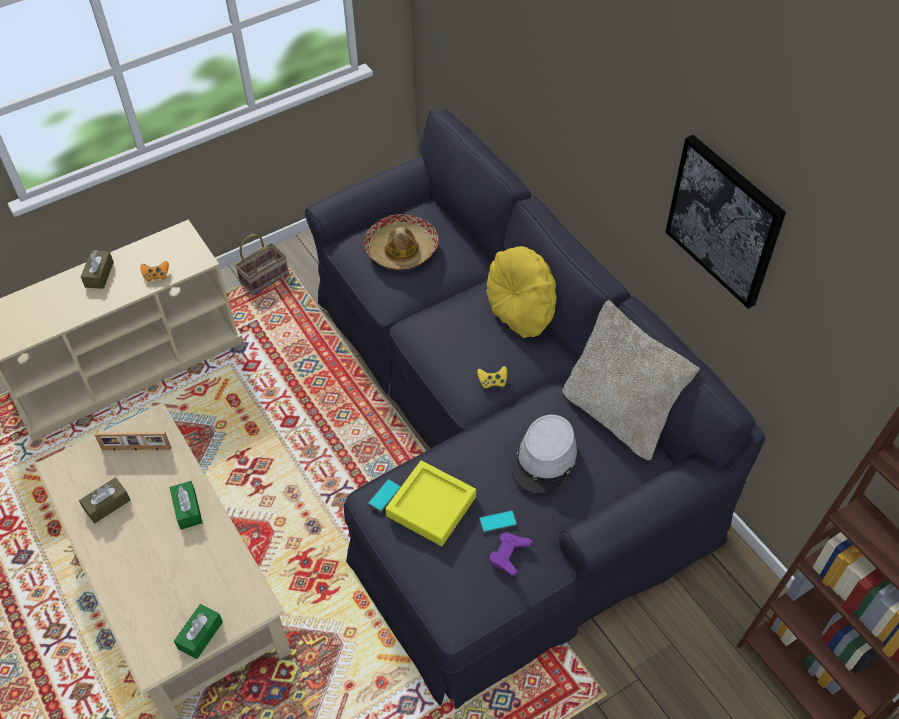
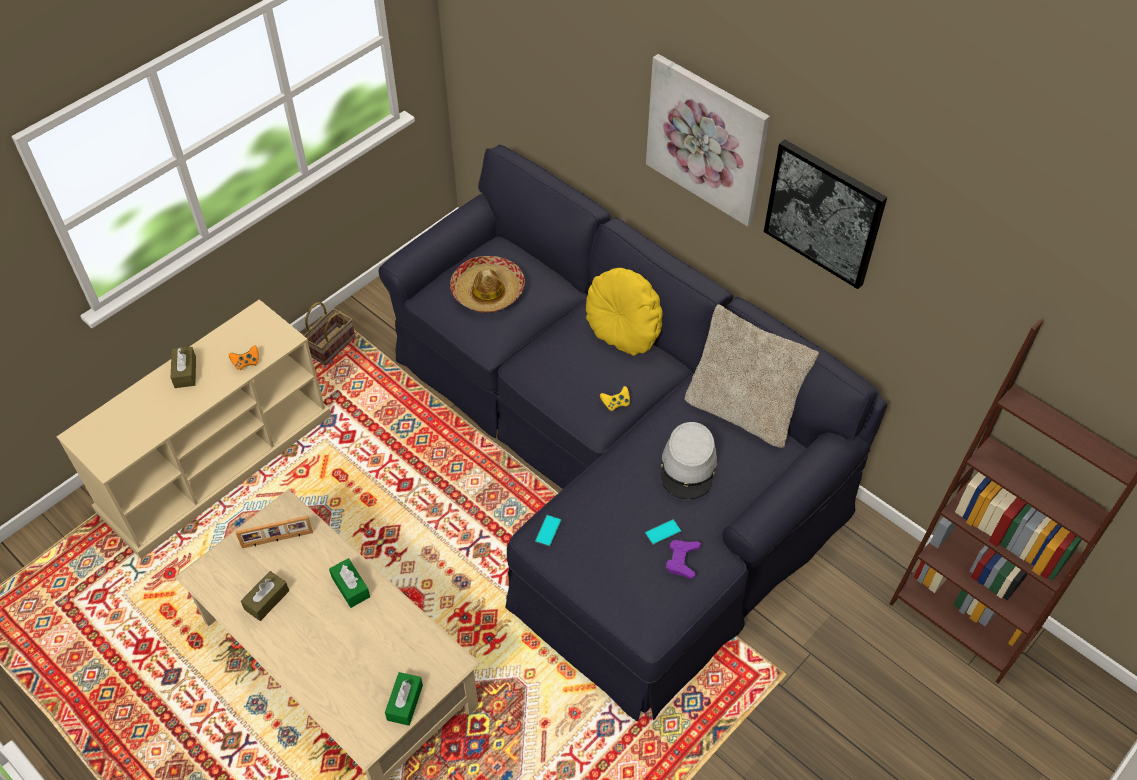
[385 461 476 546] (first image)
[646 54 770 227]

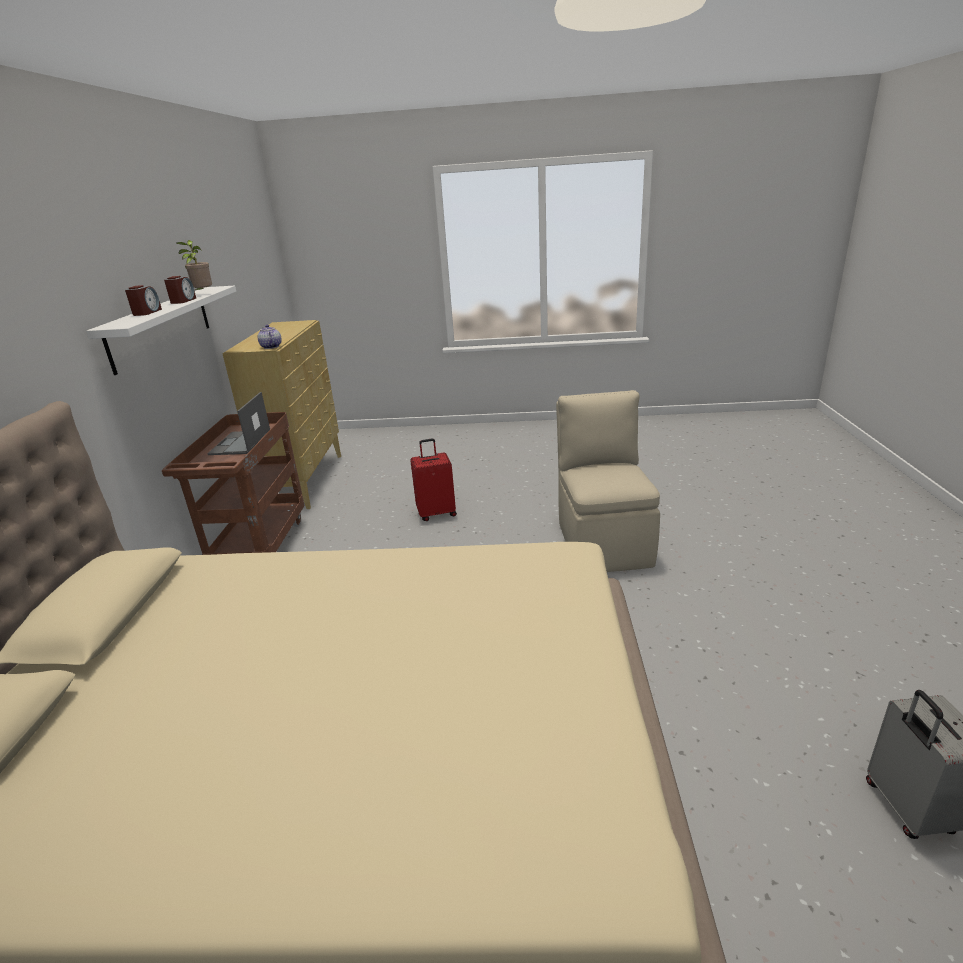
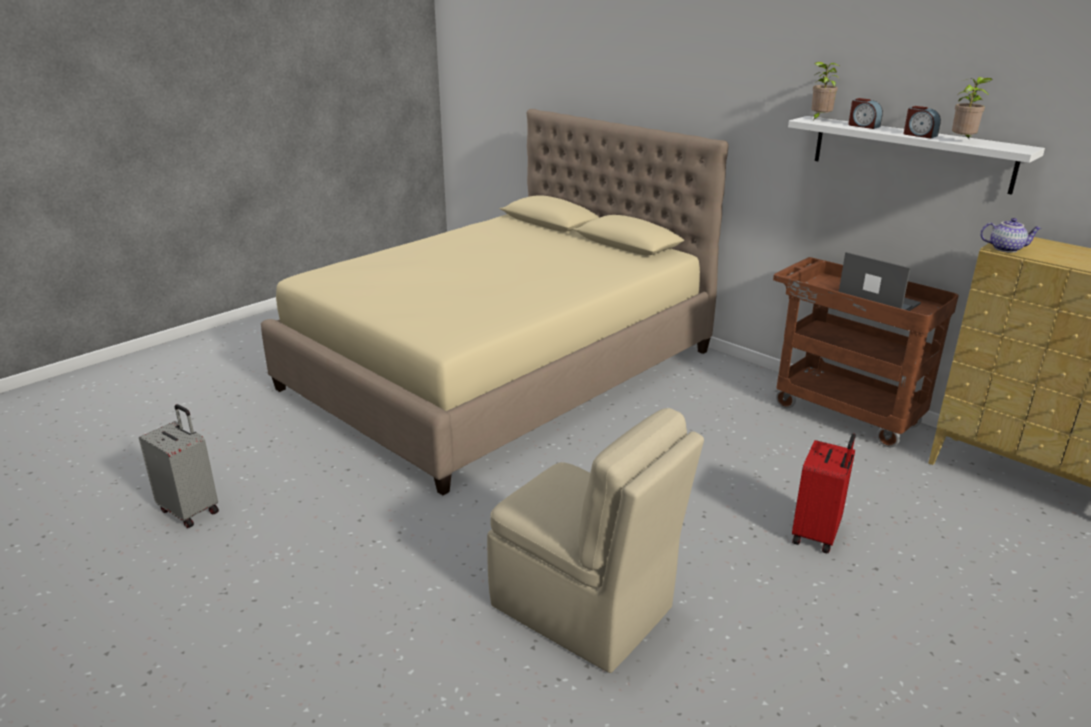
[811 62 841 120]

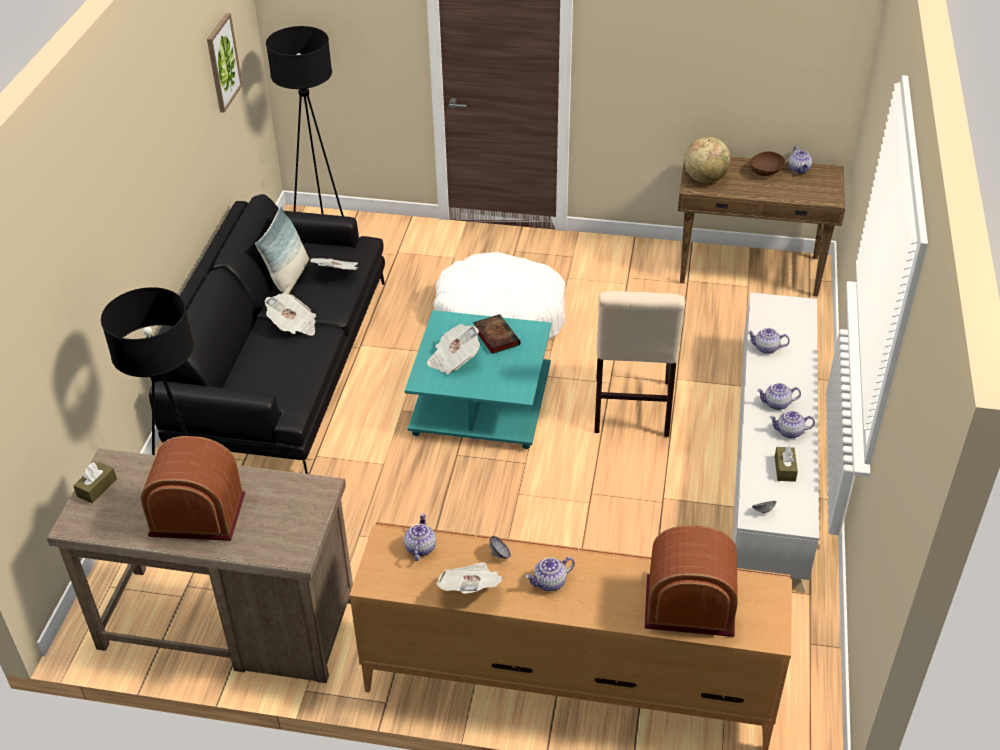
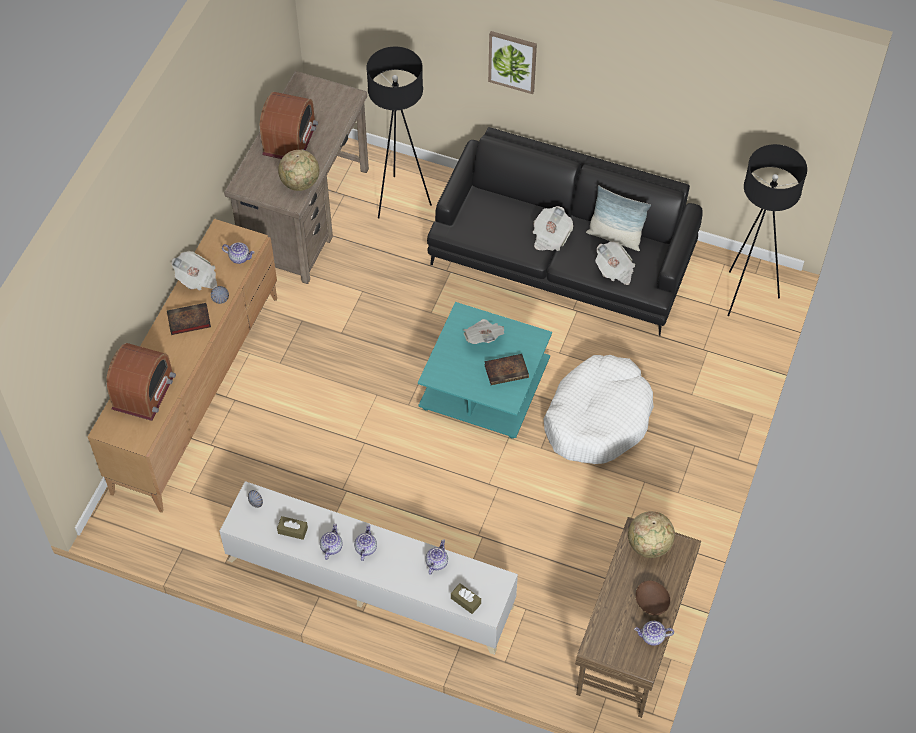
[451 583 481 614]
[488 31 537 94]
[167 303 211 335]
[594 291 685 437] (first image)
[278 150 319 191]

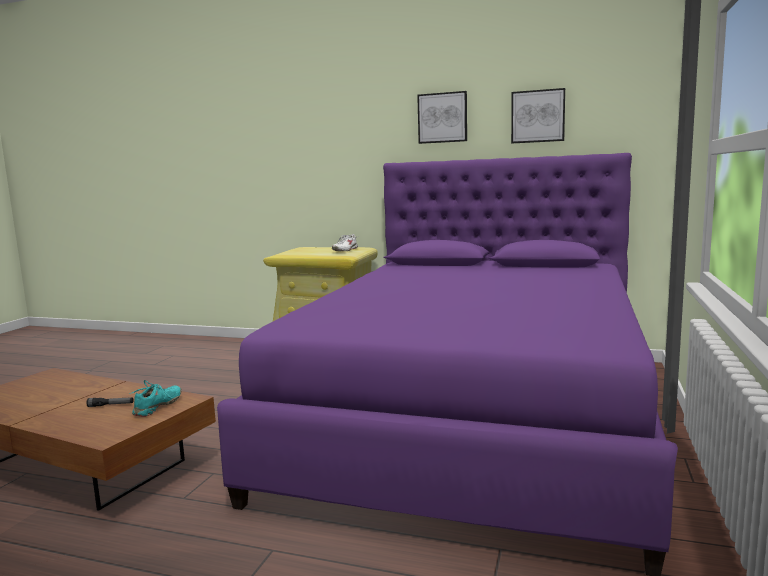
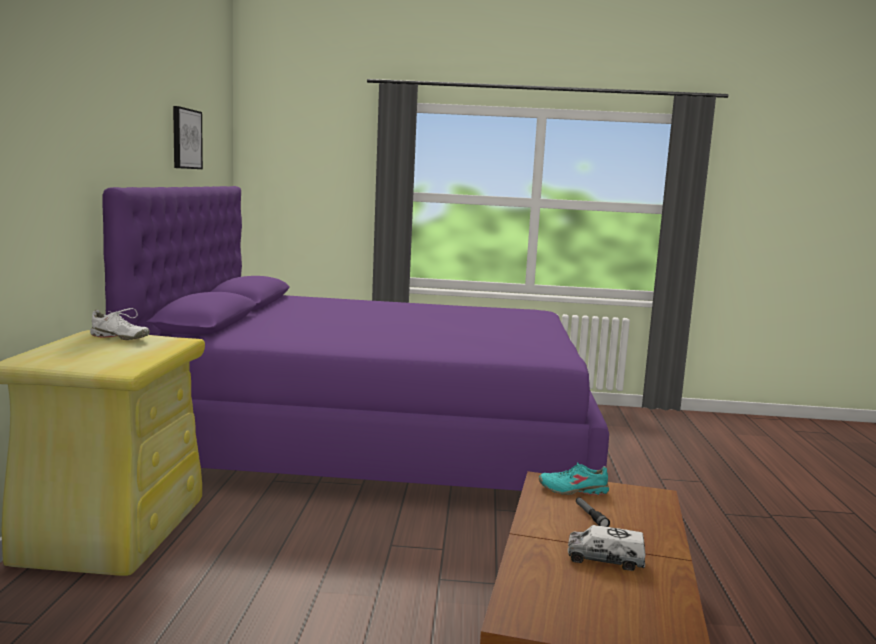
[417 91 467 144] (first image)
[568 525 646 571]

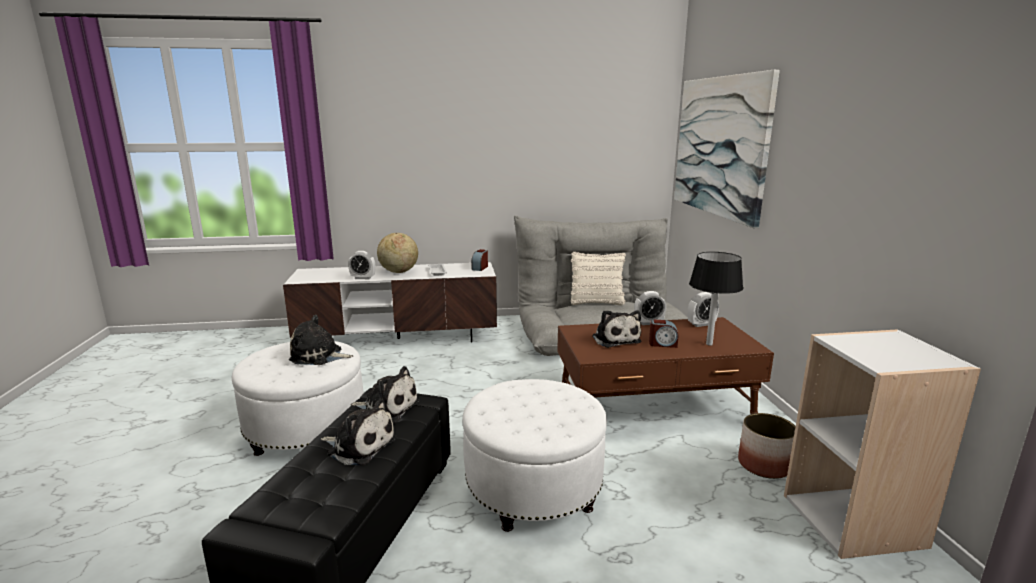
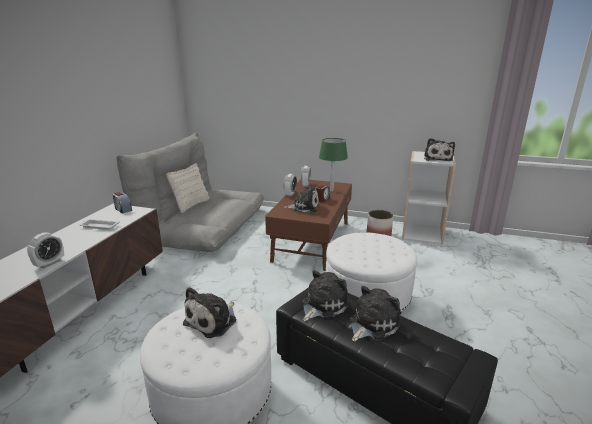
[377 233 418 273] (first image)
[674 70 780 228] (first image)
[319 138 348 192]
[424 138 455 161]

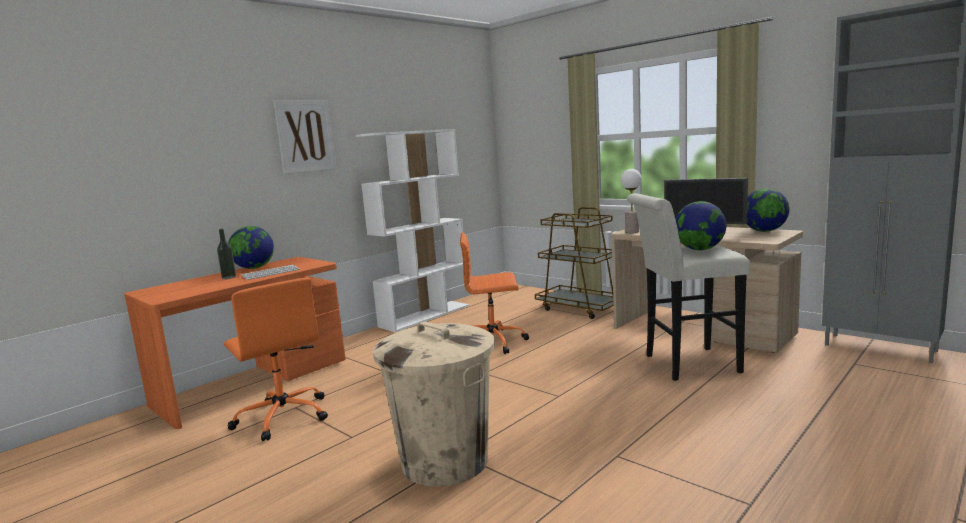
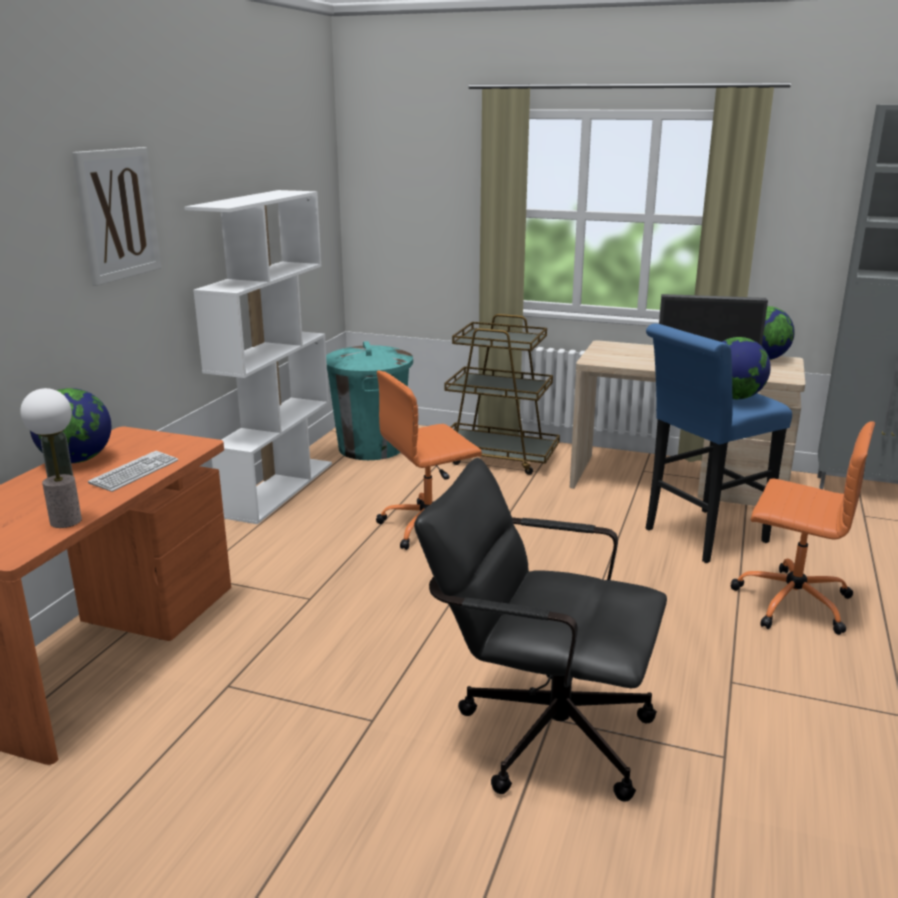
[731 421 875 635]
[414 458 667 801]
[20 388 82 528]
[645 324 792 563]
[326 341 413 460]

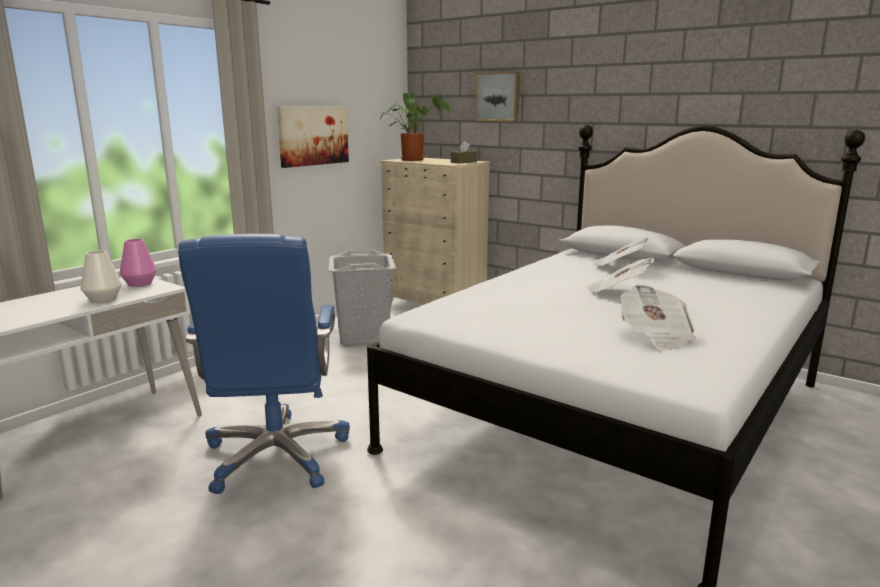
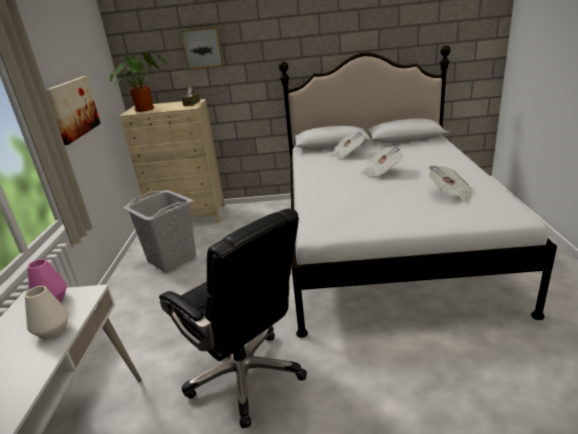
[159 209 307 428]

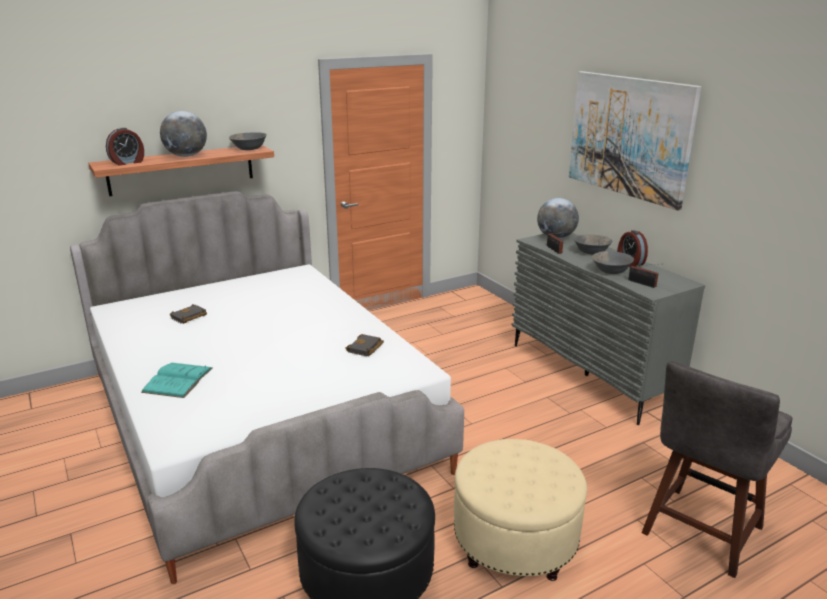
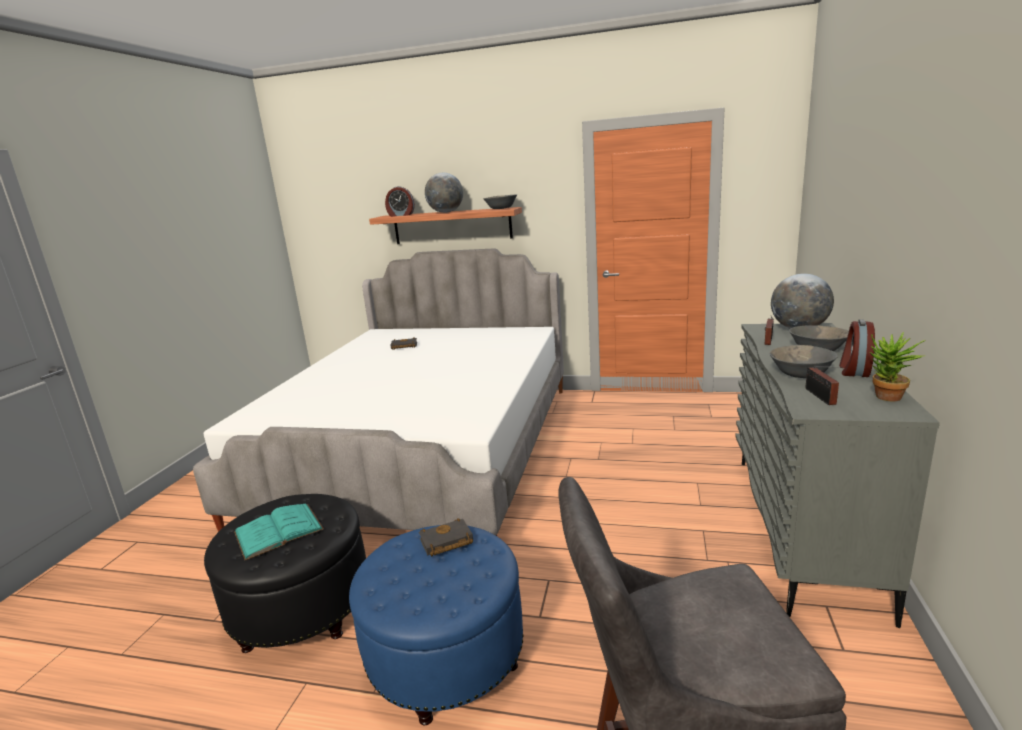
[234 504 324 560]
[419 518 473 557]
[349 525 524 725]
[569 71 701 211] (first image)
[870 332 926 401]

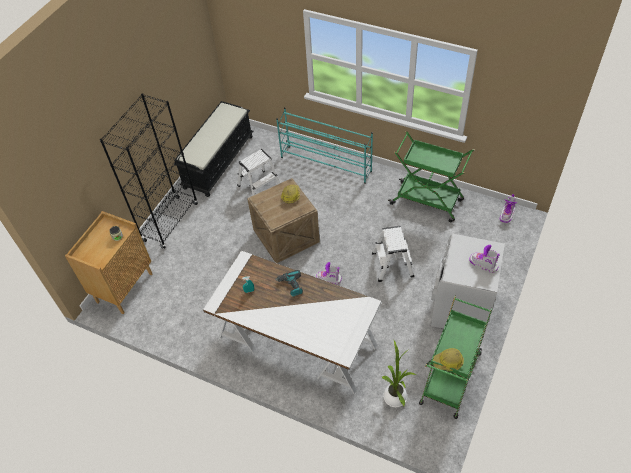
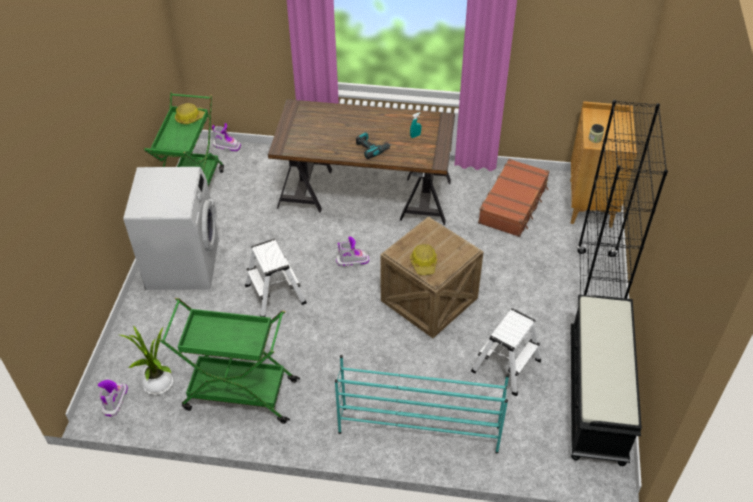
[268 99 455 225]
[120 326 173 395]
[212 123 241 152]
[478 159 549 237]

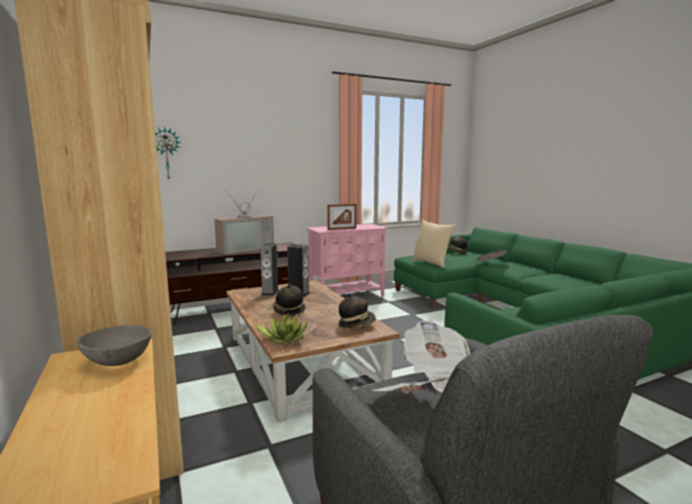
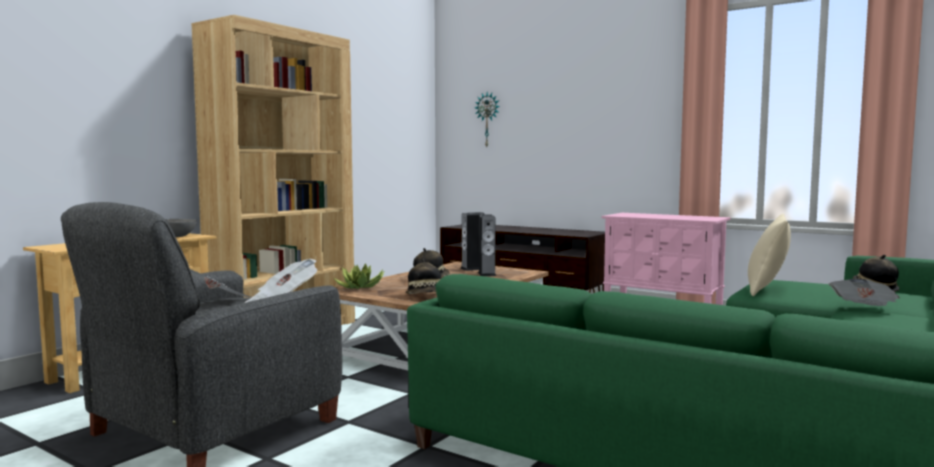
[214 189 274 255] (first image)
[327 204 356 230] (first image)

